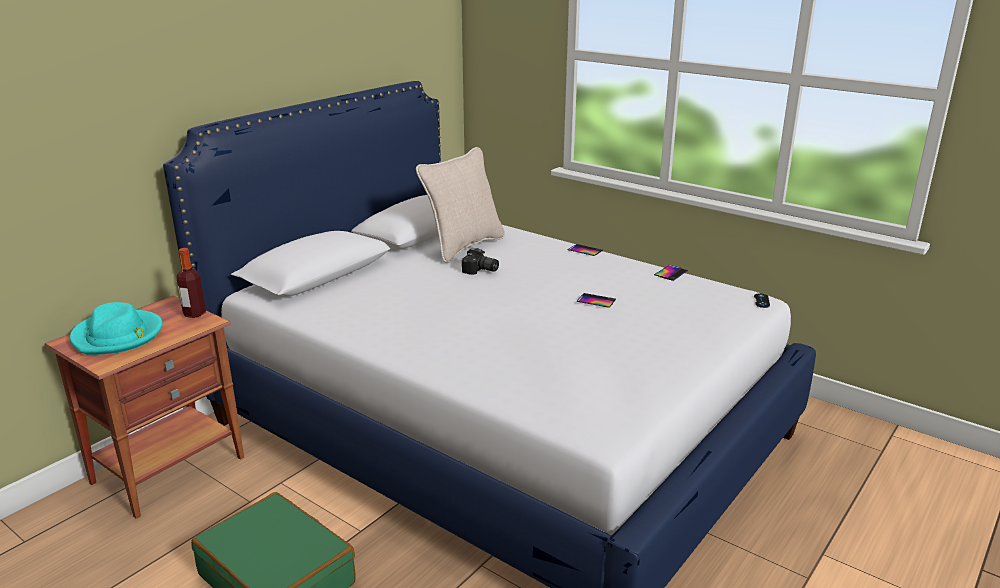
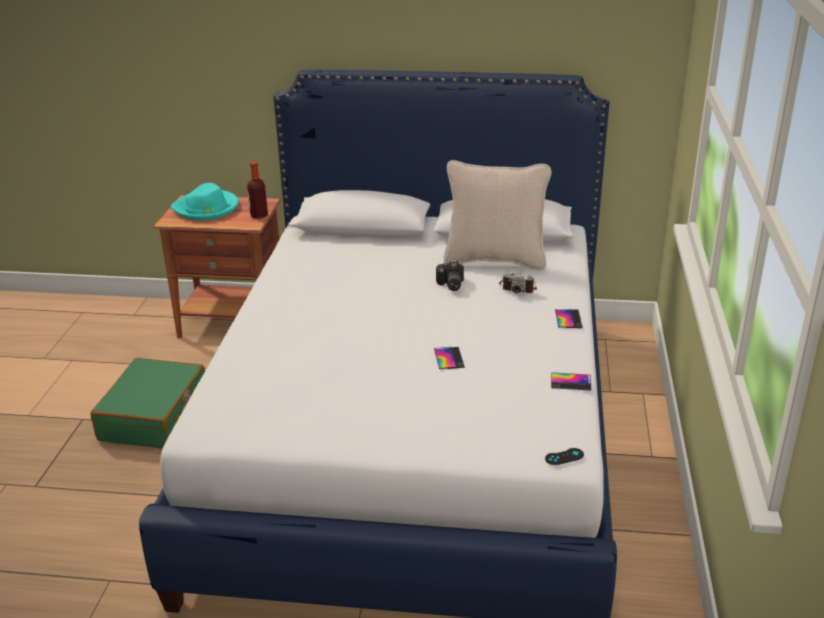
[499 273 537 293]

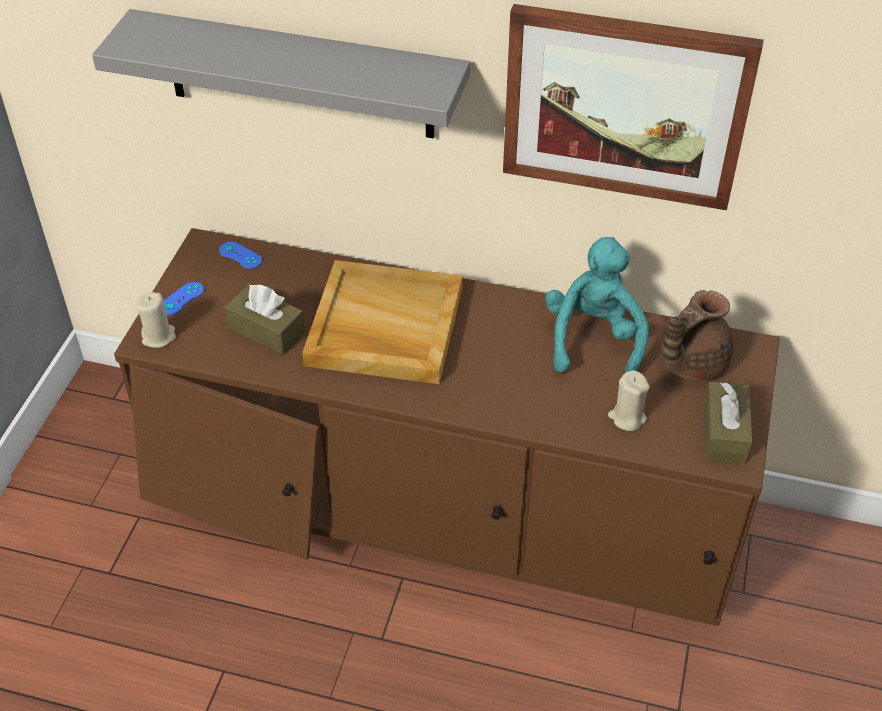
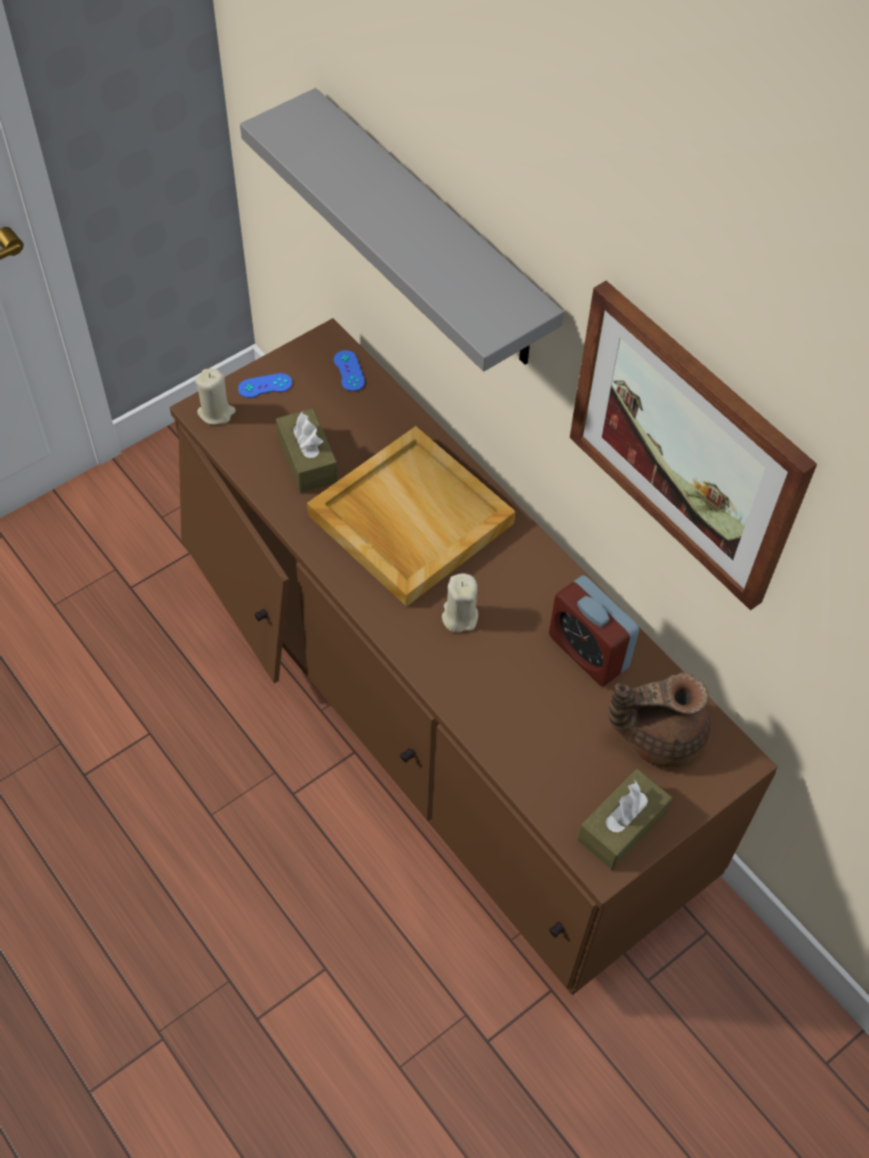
[549 575 639 686]
[442 573 478 633]

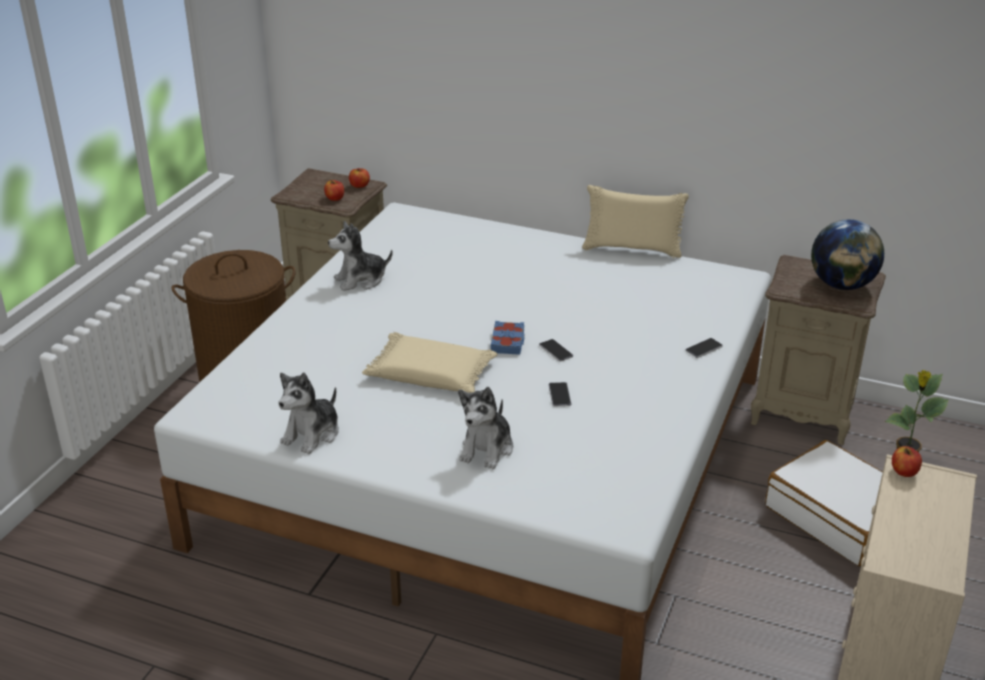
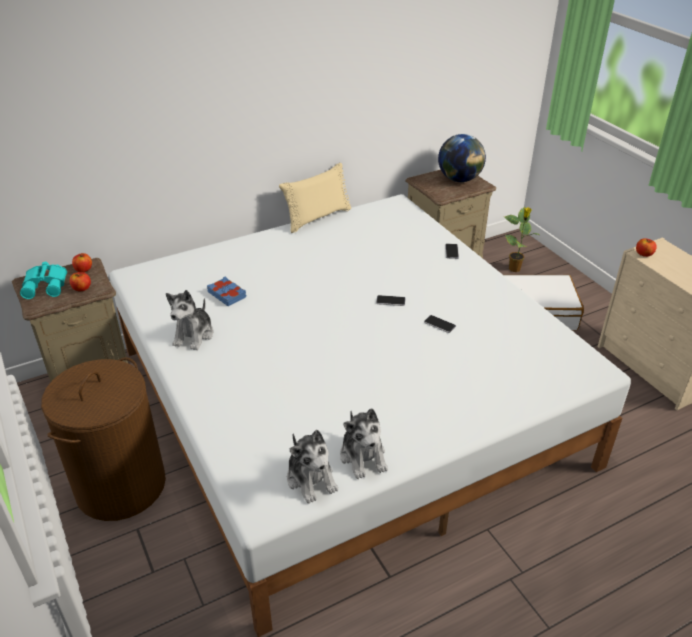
[362 332 498 393] (first image)
[287 430 338 504]
[207 277 246 306]
[20 262 67 299]

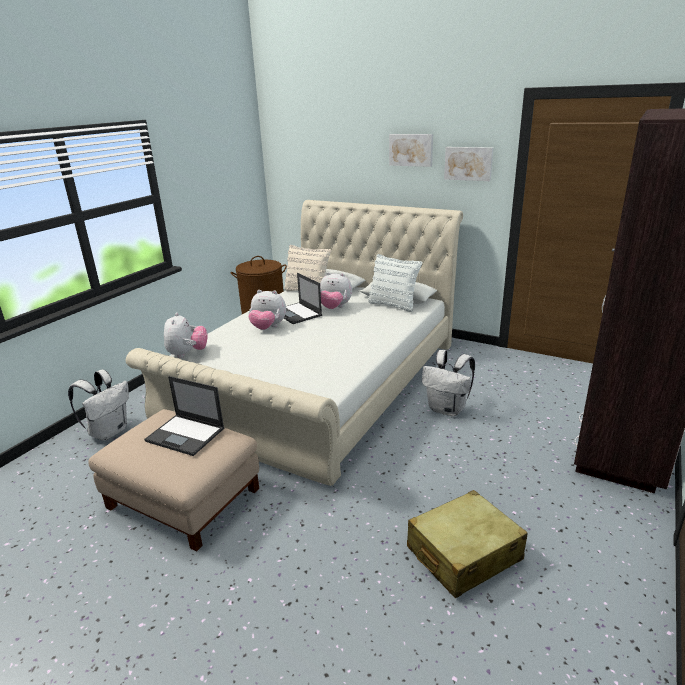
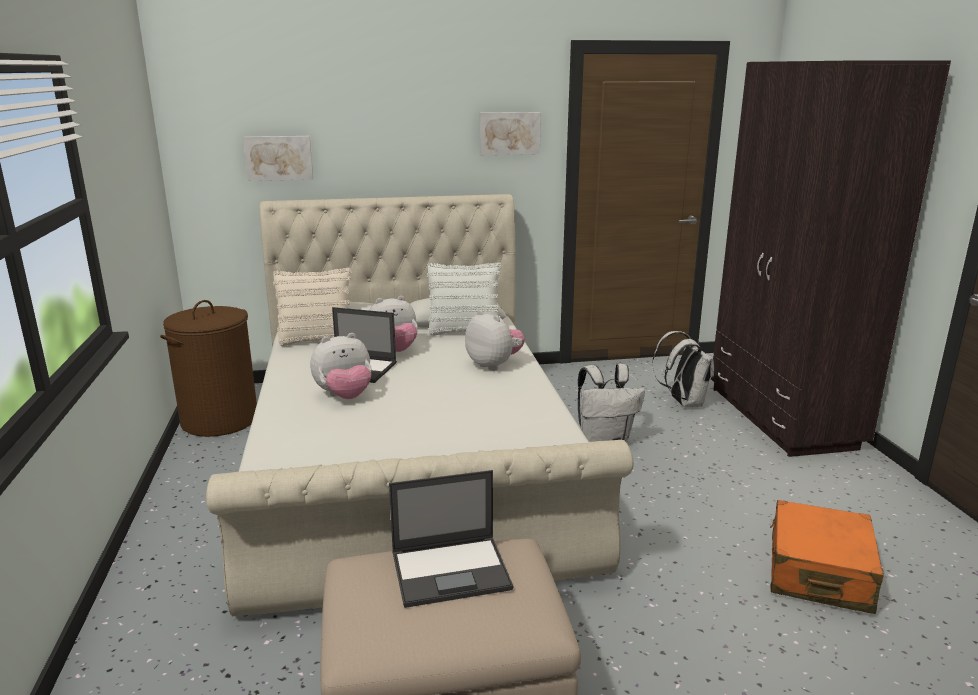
[652 331 714 407]
[465 310 525 371]
[243 136 313 181]
[770 500 884 614]

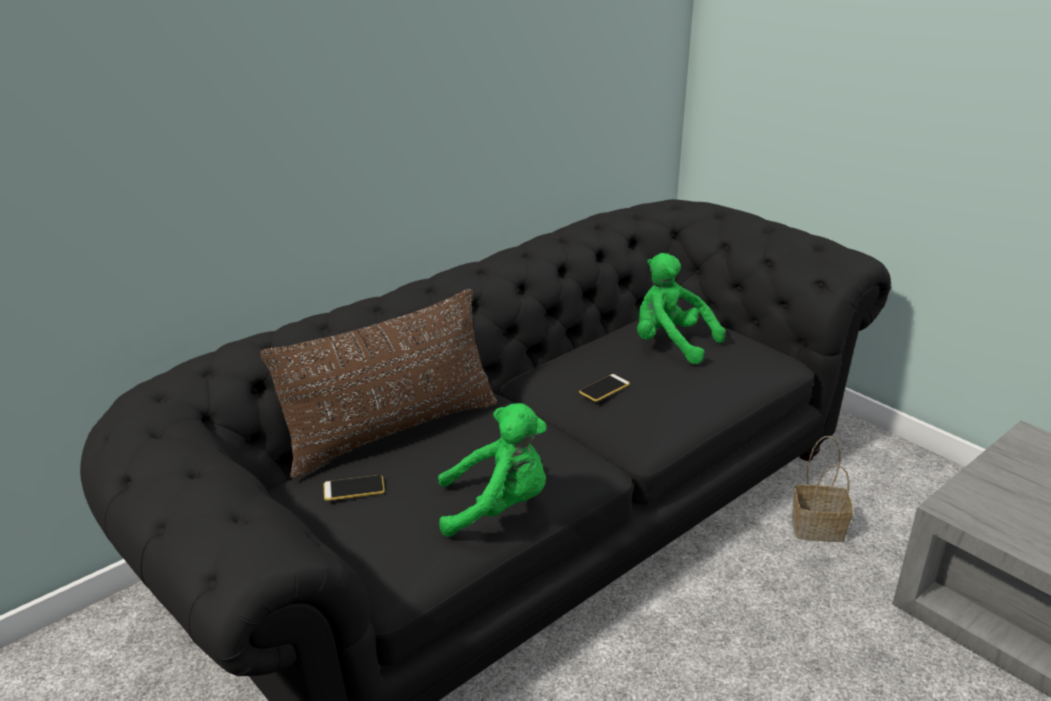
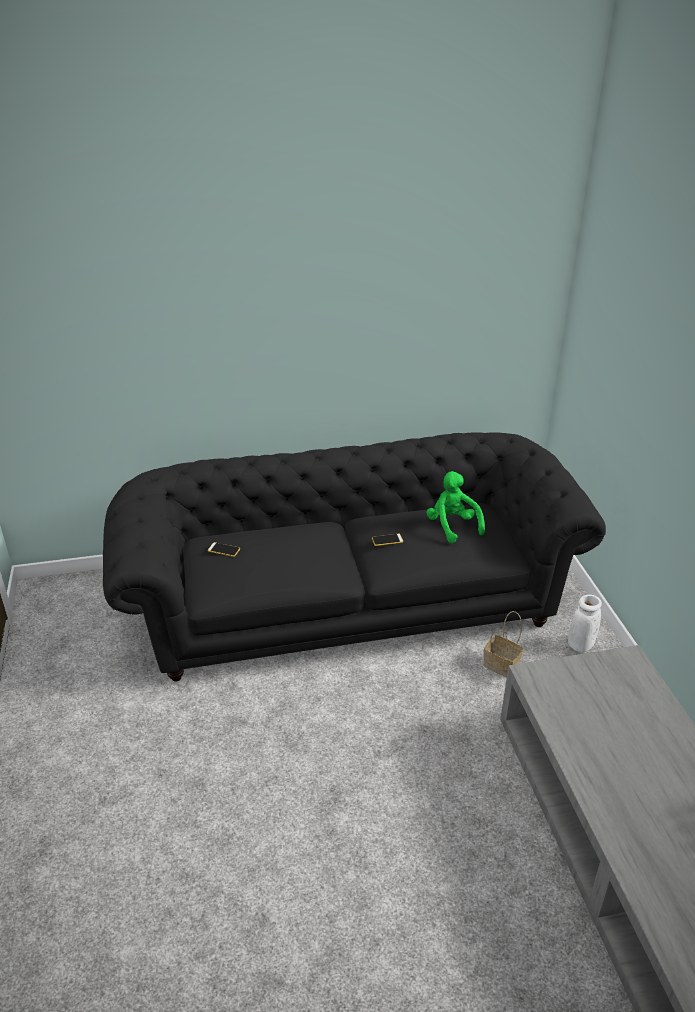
[260 289 497 479] (first image)
[438 403 547 537] (first image)
[568 595 602 652]

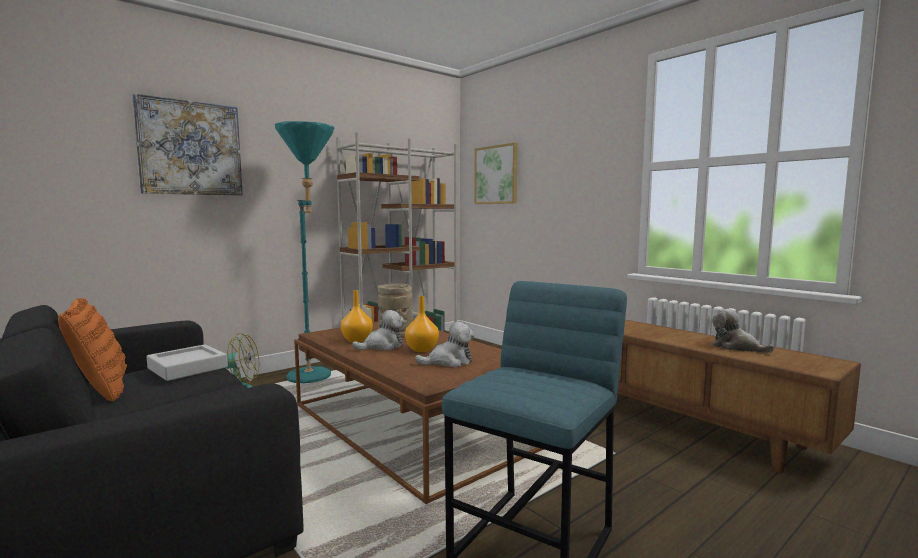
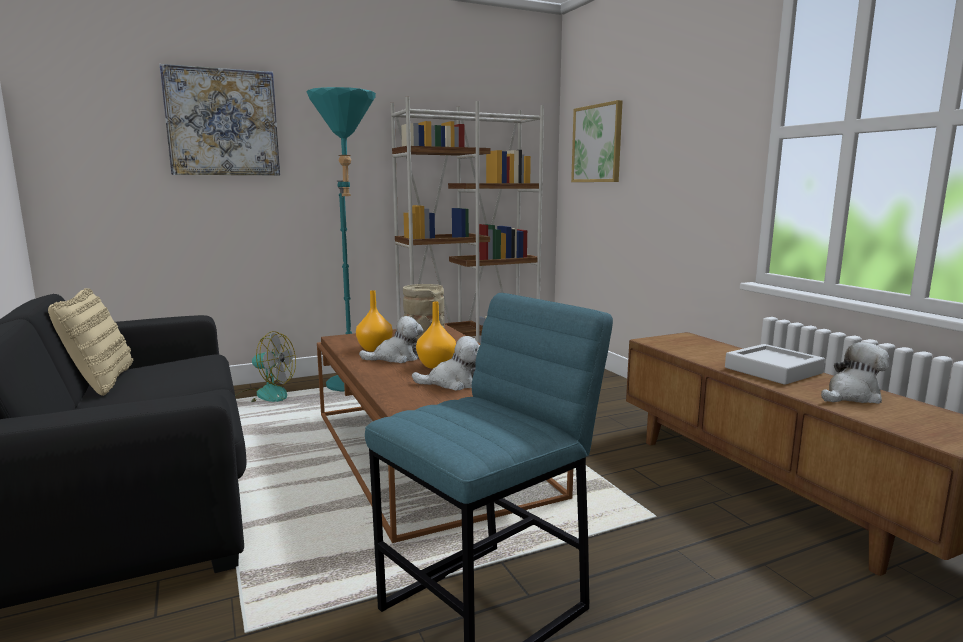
[48 288 134 396]
[725 344 825 385]
[821 342 889 404]

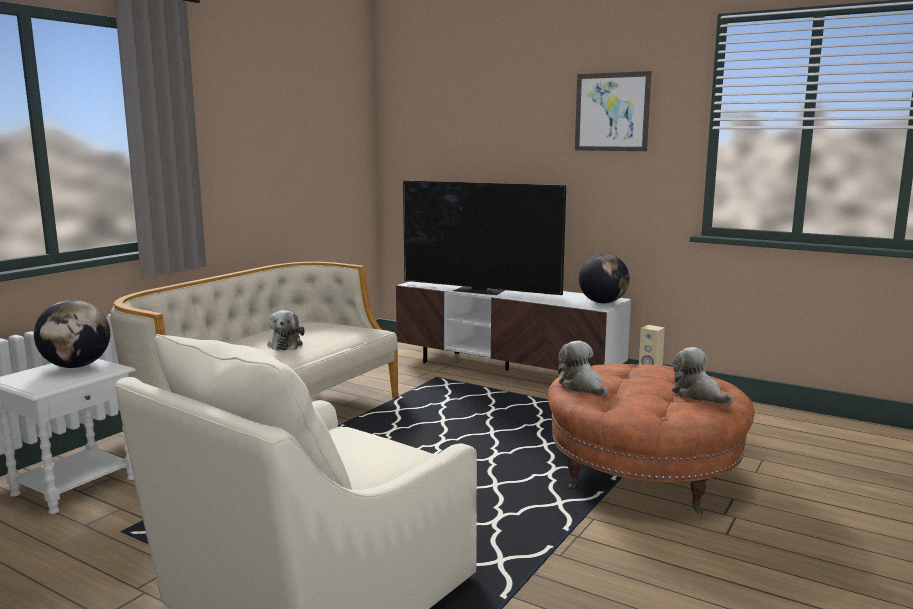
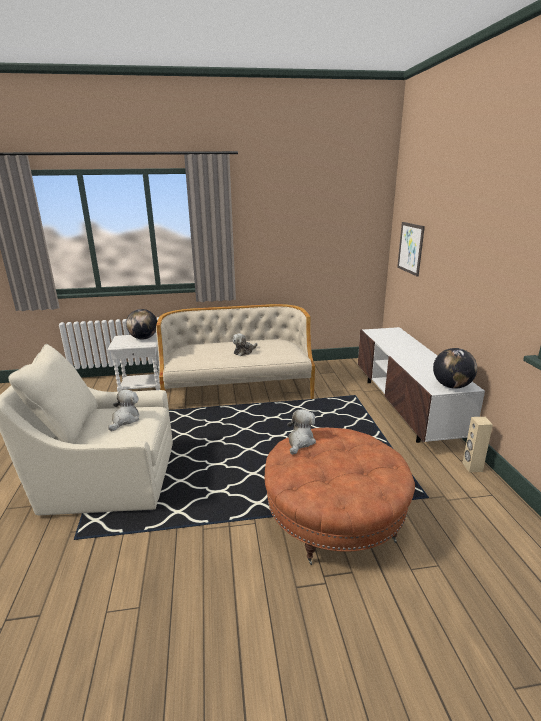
[403 180 566 295] (first image)
[397 222 425 277]
[108 390 140 431]

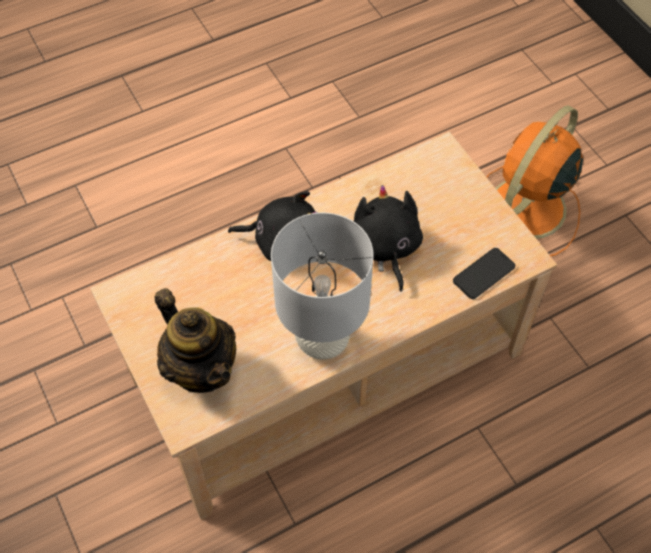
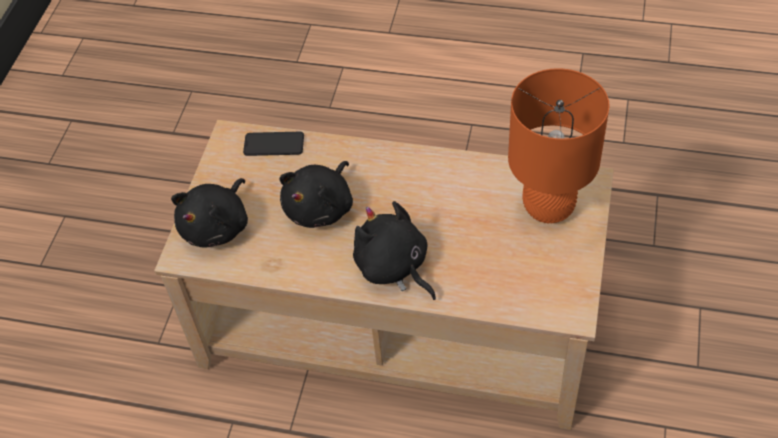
[508 68 609 223]
[271 212 374 360] (first image)
[486 105 583 256] (first image)
[171 178 248 248]

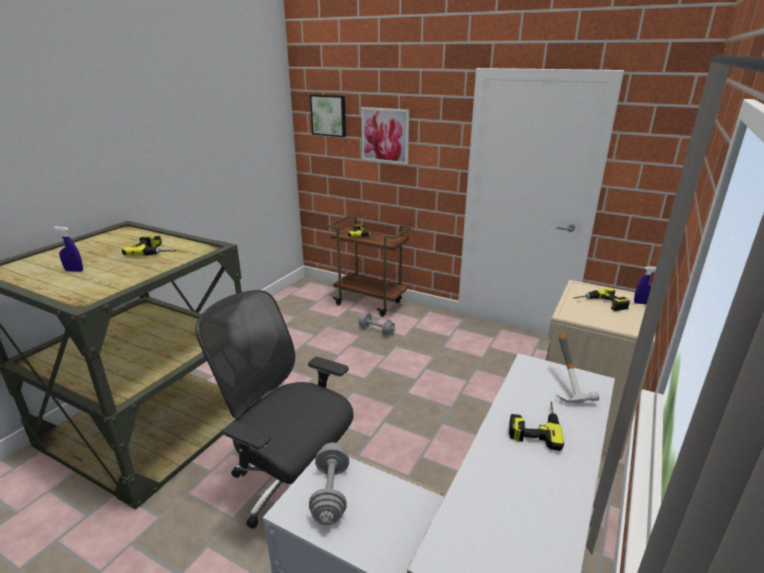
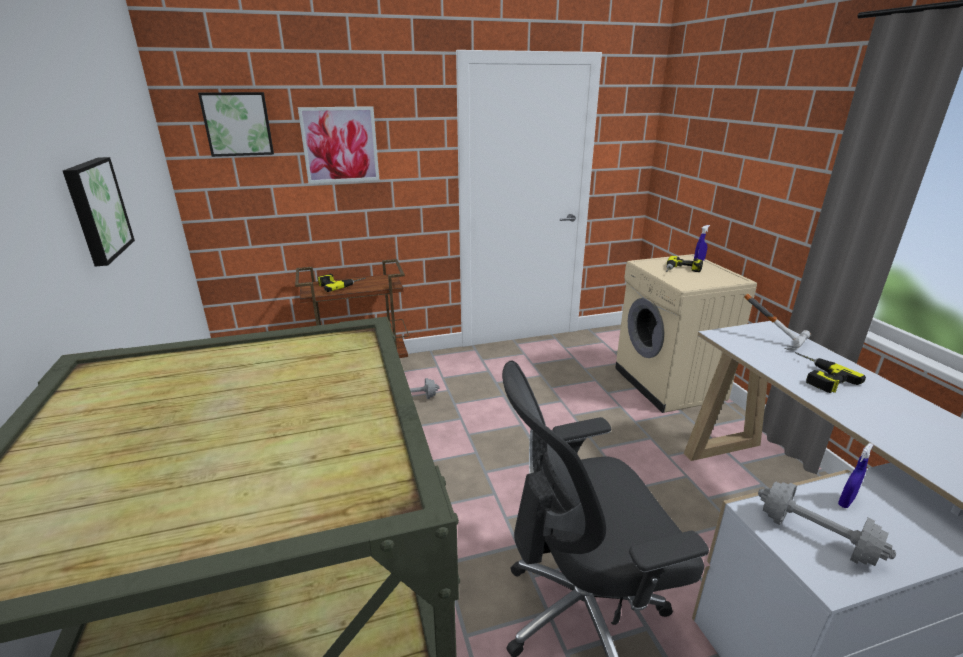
[838 443 873 508]
[122 236 176 255] (first image)
[63 157 135 267]

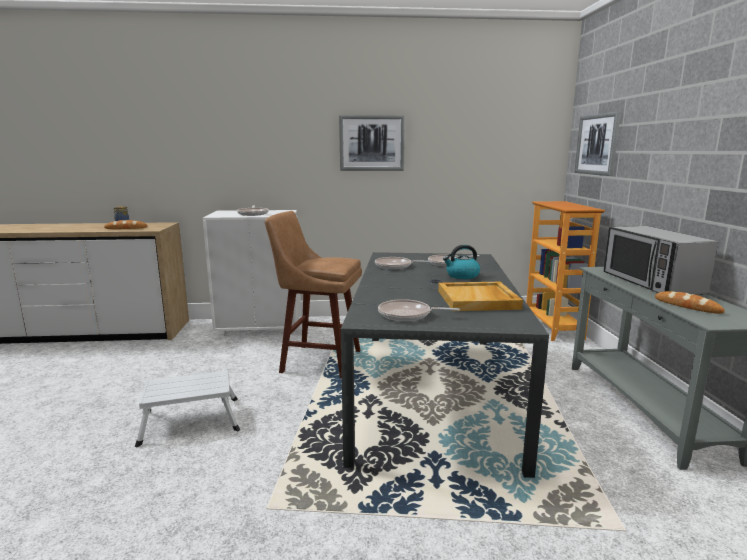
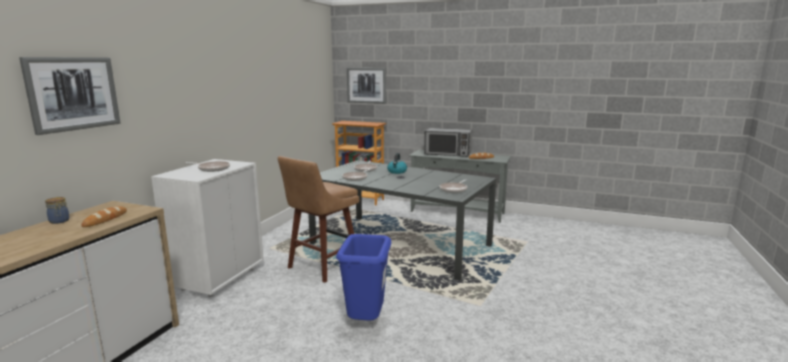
[336 234 391 320]
[19 57 121 135]
[438 282 523 311] (first image)

